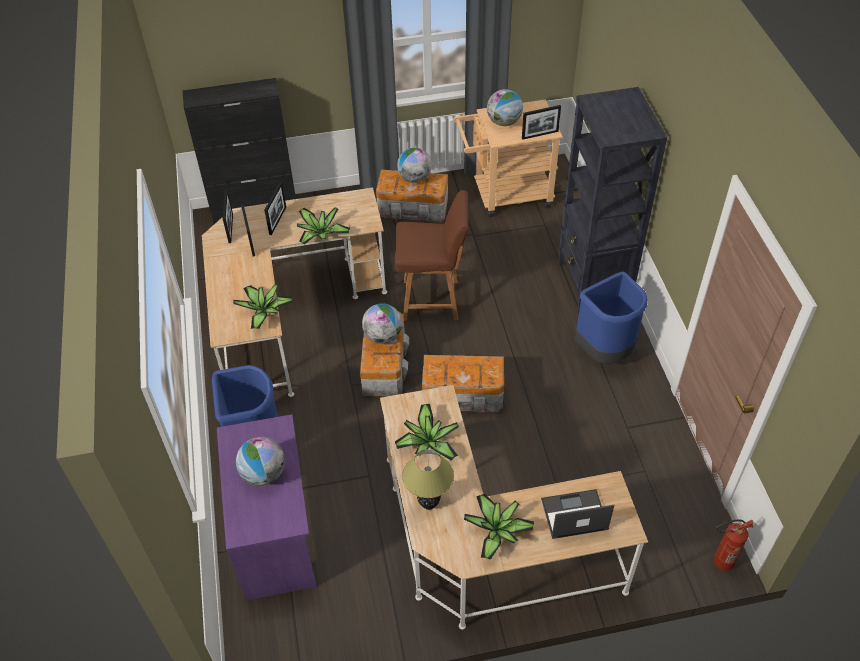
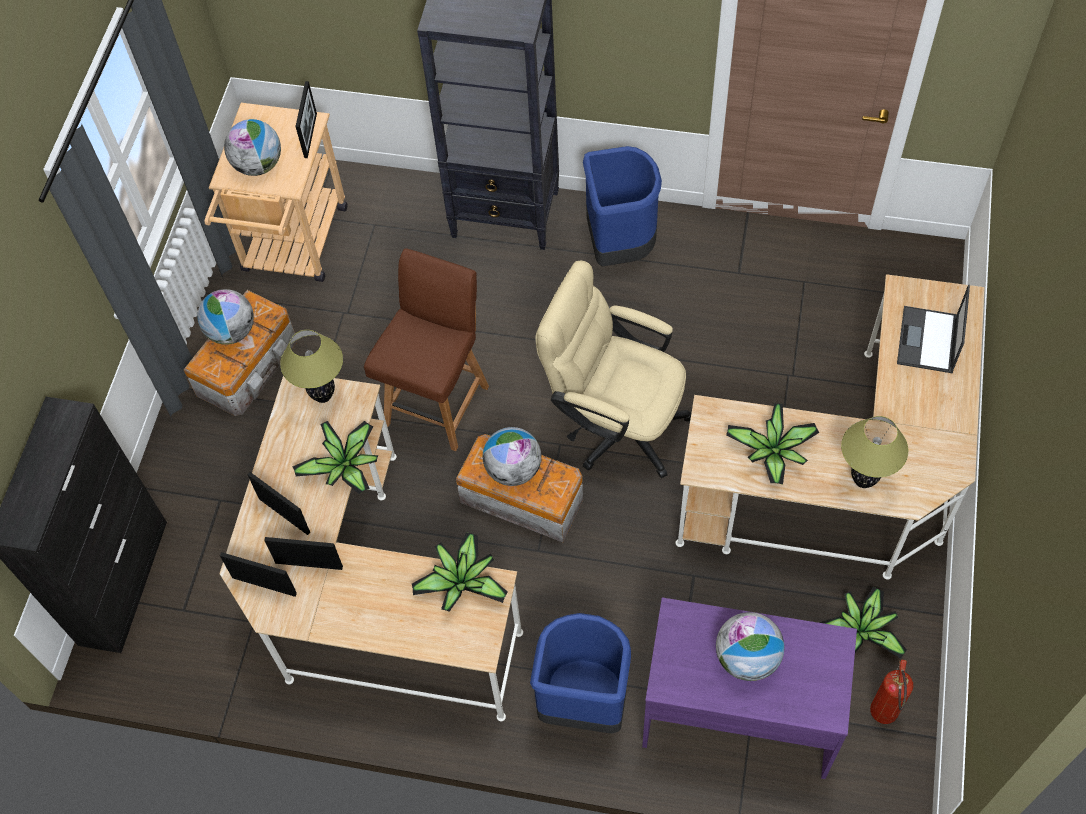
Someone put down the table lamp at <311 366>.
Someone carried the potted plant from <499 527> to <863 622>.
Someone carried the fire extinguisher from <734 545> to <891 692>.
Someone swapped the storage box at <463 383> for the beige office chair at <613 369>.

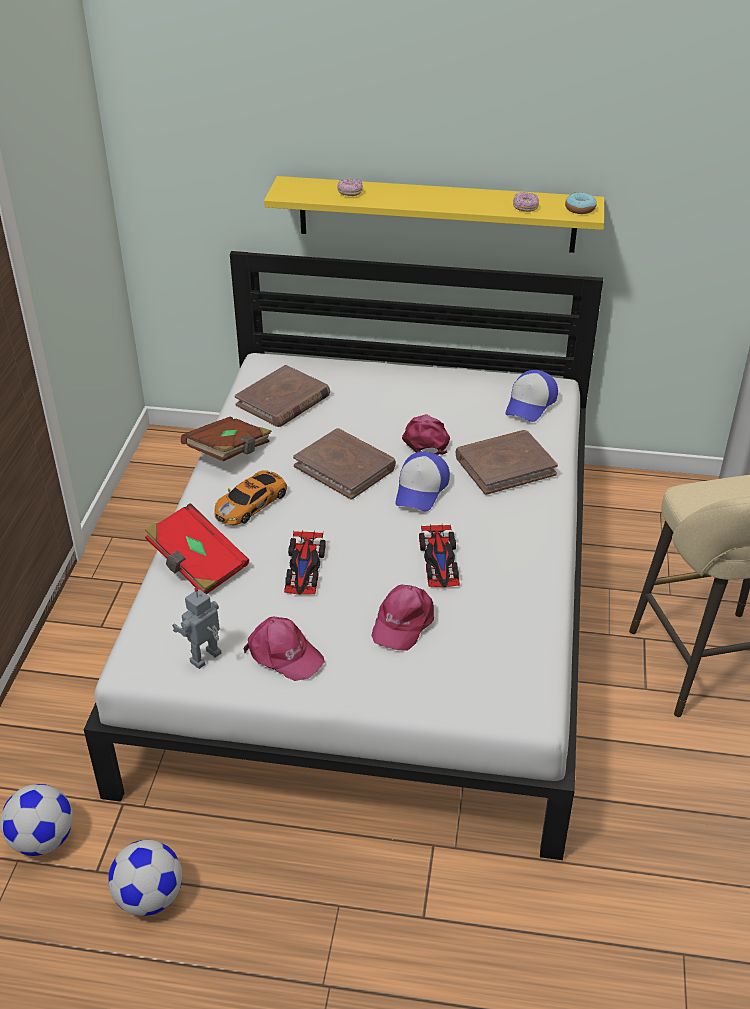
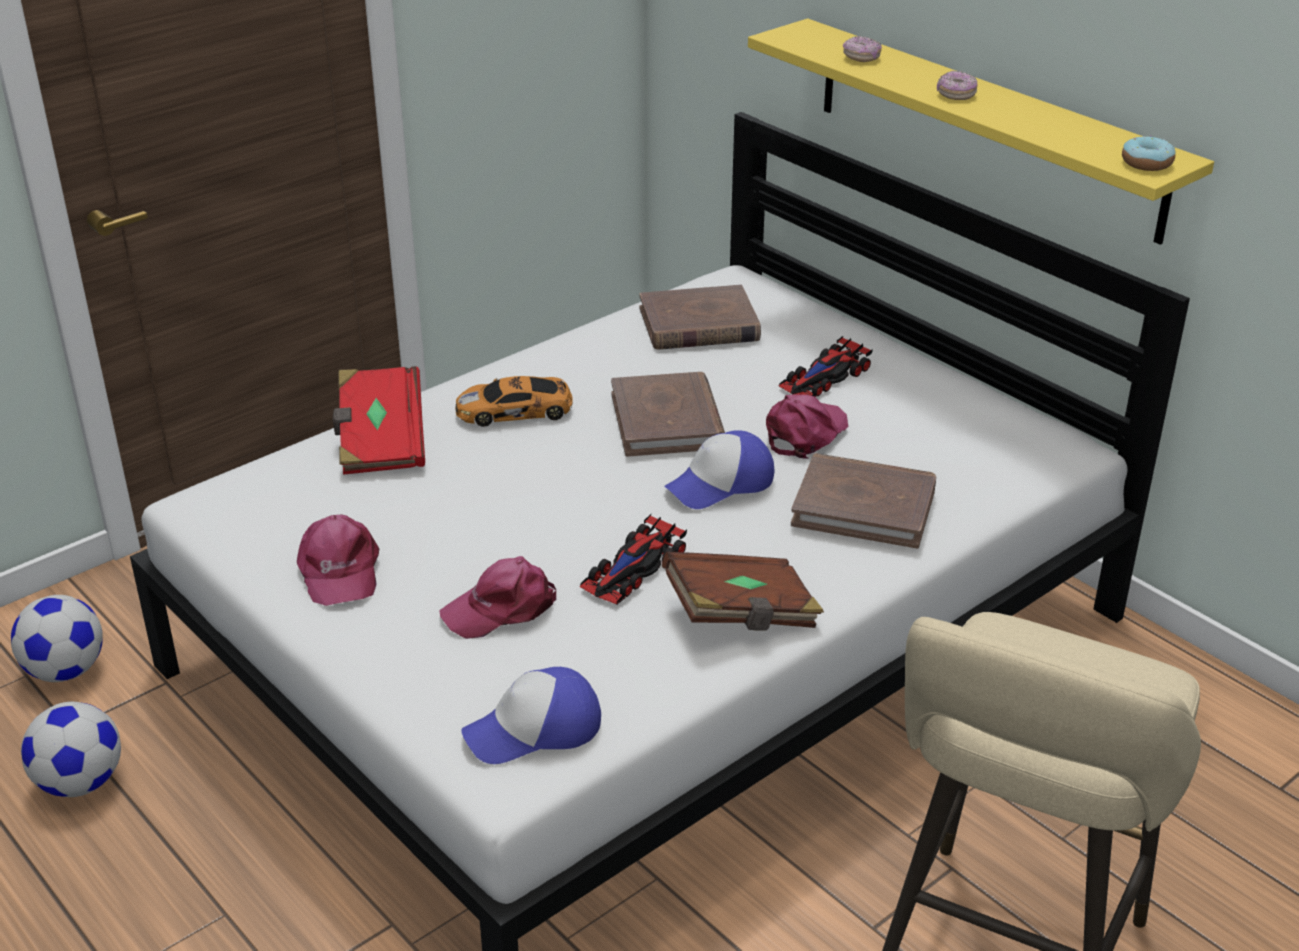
Someone took away the toy robot at <196 628>.
Someone carried the brown book from <226 439> to <743 591>.
Someone carried the toy car from <305 562> to <826 366>.
Someone carried the cap from <531 396> to <531 715>.
Someone carried the donut from <526 202> to <957 85>.

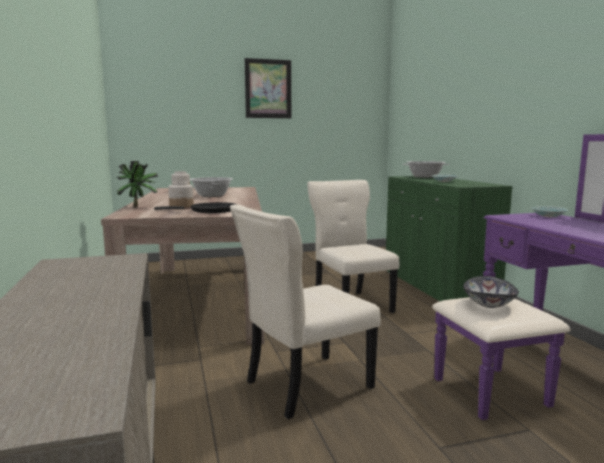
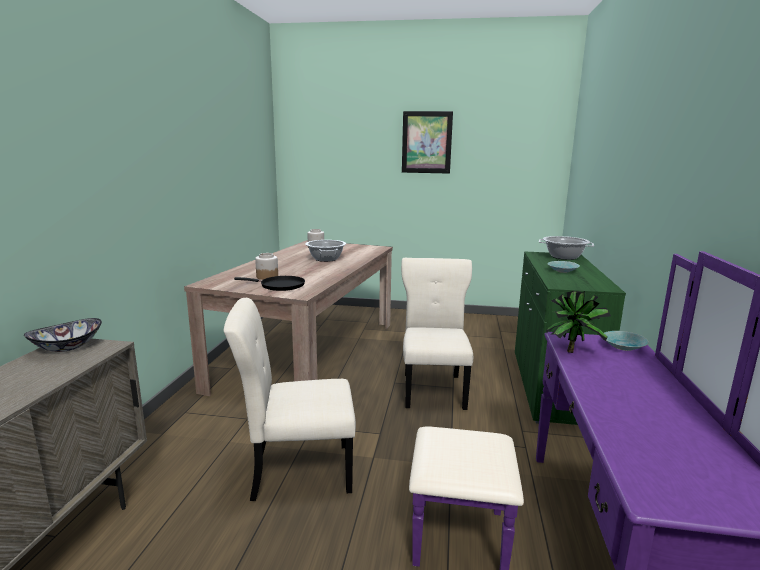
Someone carried the potted plant from <136 184> to <578 322>.
Someone carried the bowl from <491 292> to <63 335>.

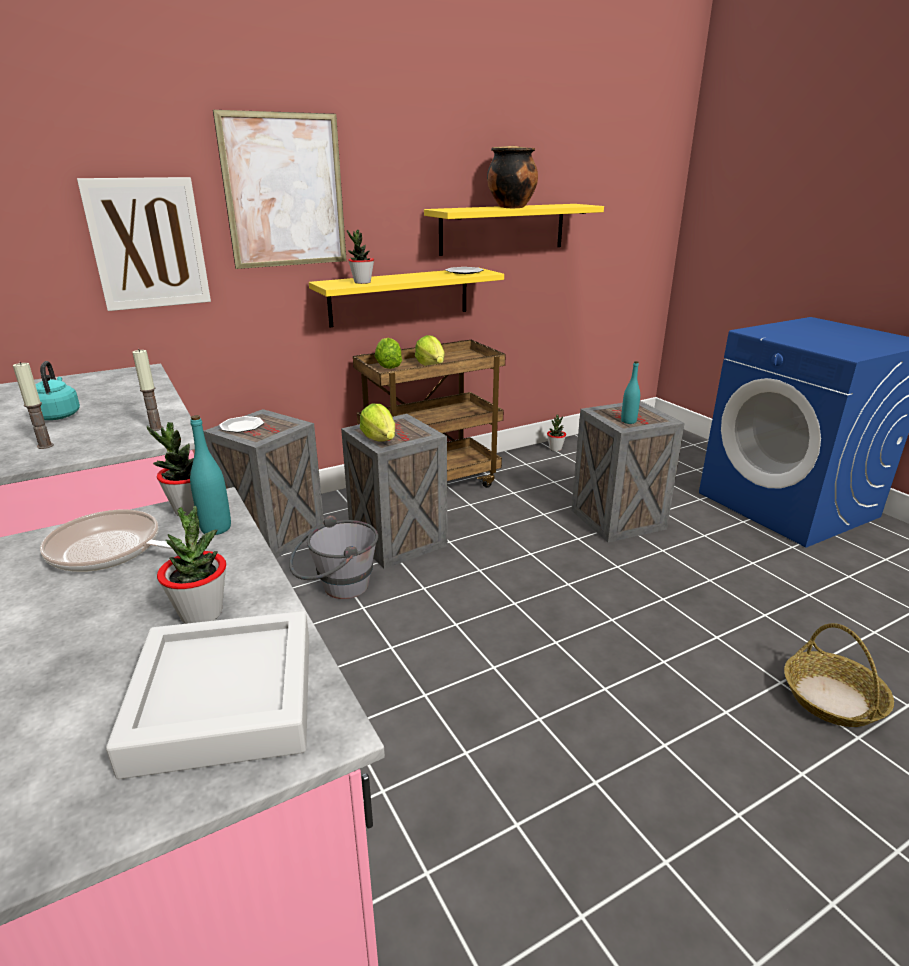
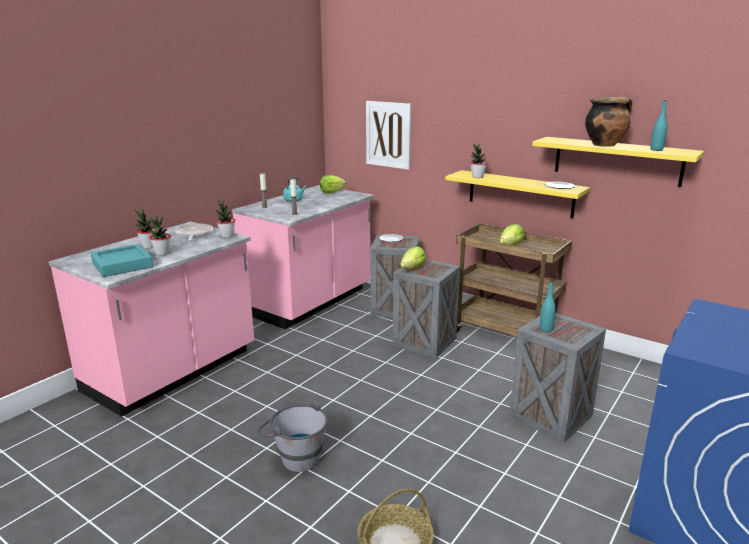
Someone took away the picture at <280 189>.
Someone carried the turquoise bottle from <210 475> to <658 125>.
Someone carried the grey bucket from <333 557> to <292 436>.
Someone carried the lettuce from <388 353> to <333 184>.
Someone carried the potted plant from <556 433> to <146 228>.
Someone repainted the grey tray at <207 695>, which became the turquoise tray at <122 260>.

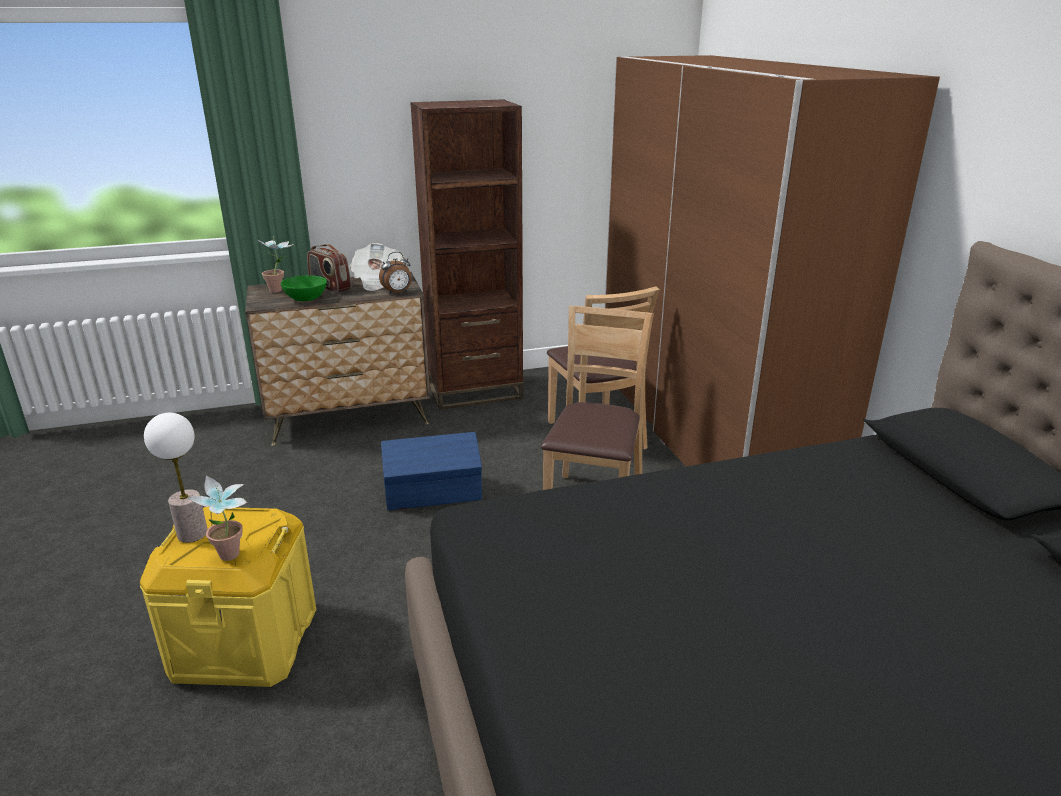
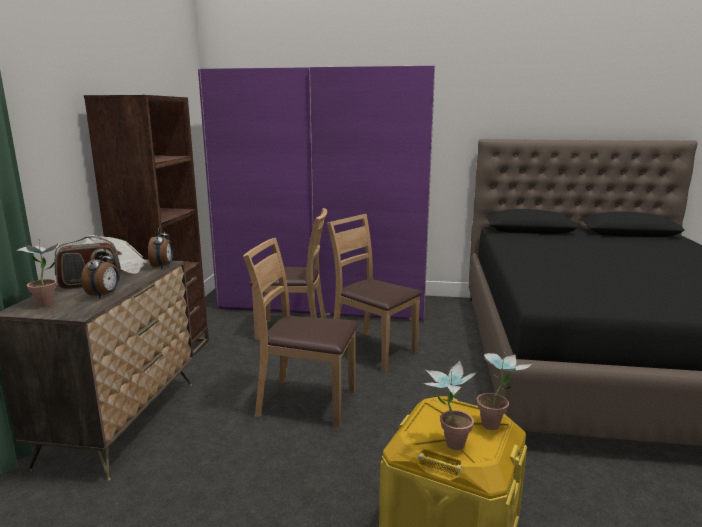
Someone swapped the table lamp at <176 478> for the potted plant at <450 405>.
Someone swapped the green bowl at <304 288> for the alarm clock at <100 273>.
Someone swapped the blue storage box at <431 471> for the brown chair at <300 332>.
Someone repainted the brown wardrobe at <772 260>, which became the purple wardrobe at <316 193>.

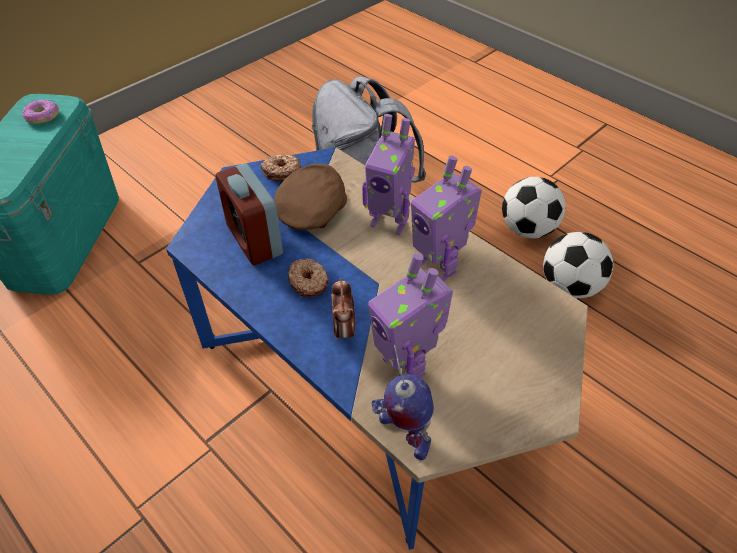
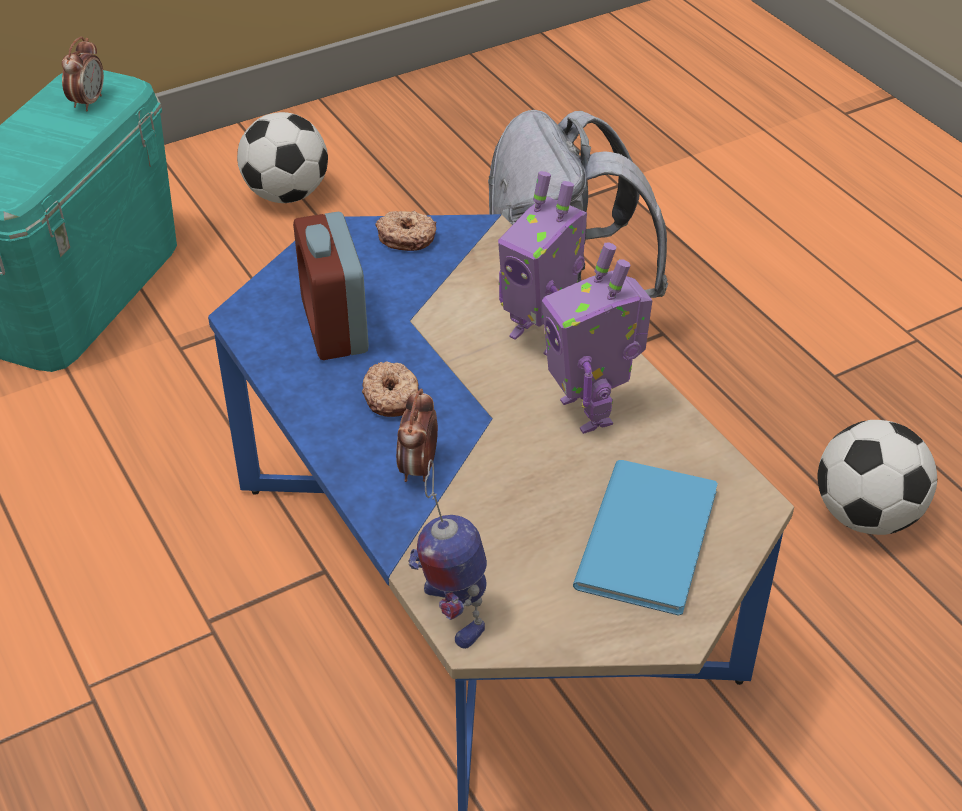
Someone took away the brown cap at <310 197>.
Someone took away the toy robot at <410 315>.
Someone put down the blue book at <645 538>.
Someone carried the football from <534 207> to <282 157>.
Someone swapped the donut at <40 111> for the alarm clock at <83 74>.

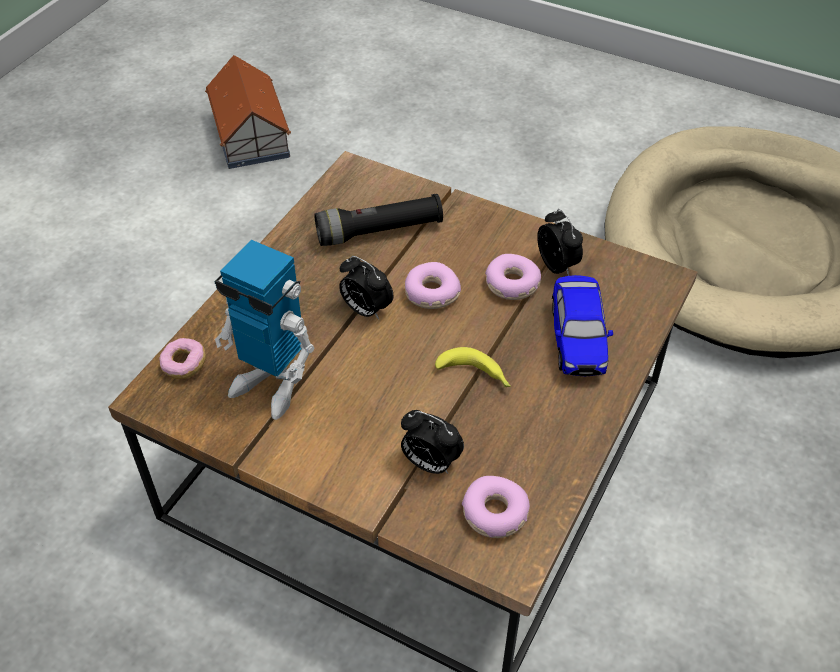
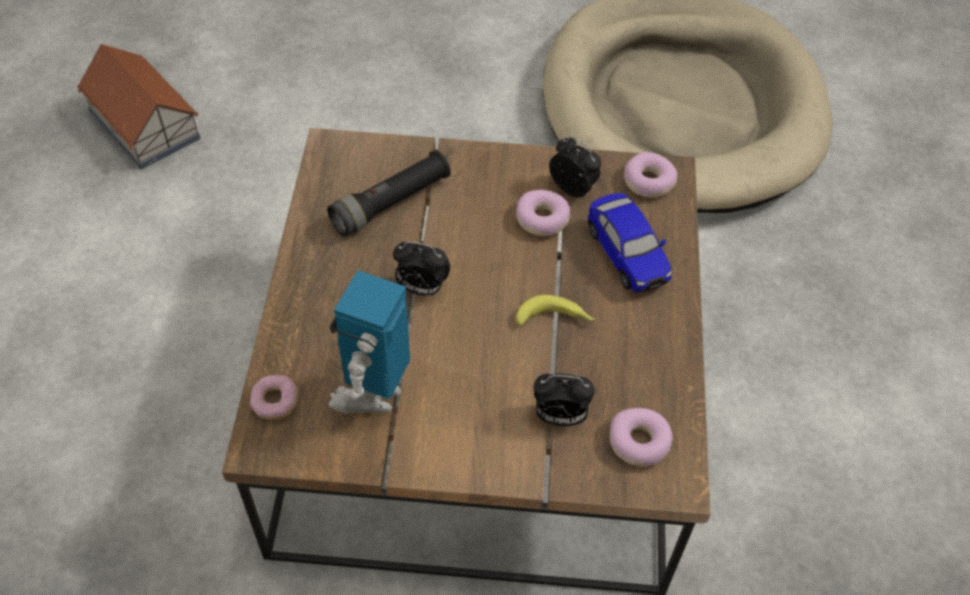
Someone carried the donut from <433 285> to <650 175>.
Someone rotated the toy robot at <264 330> by 105 degrees clockwise.

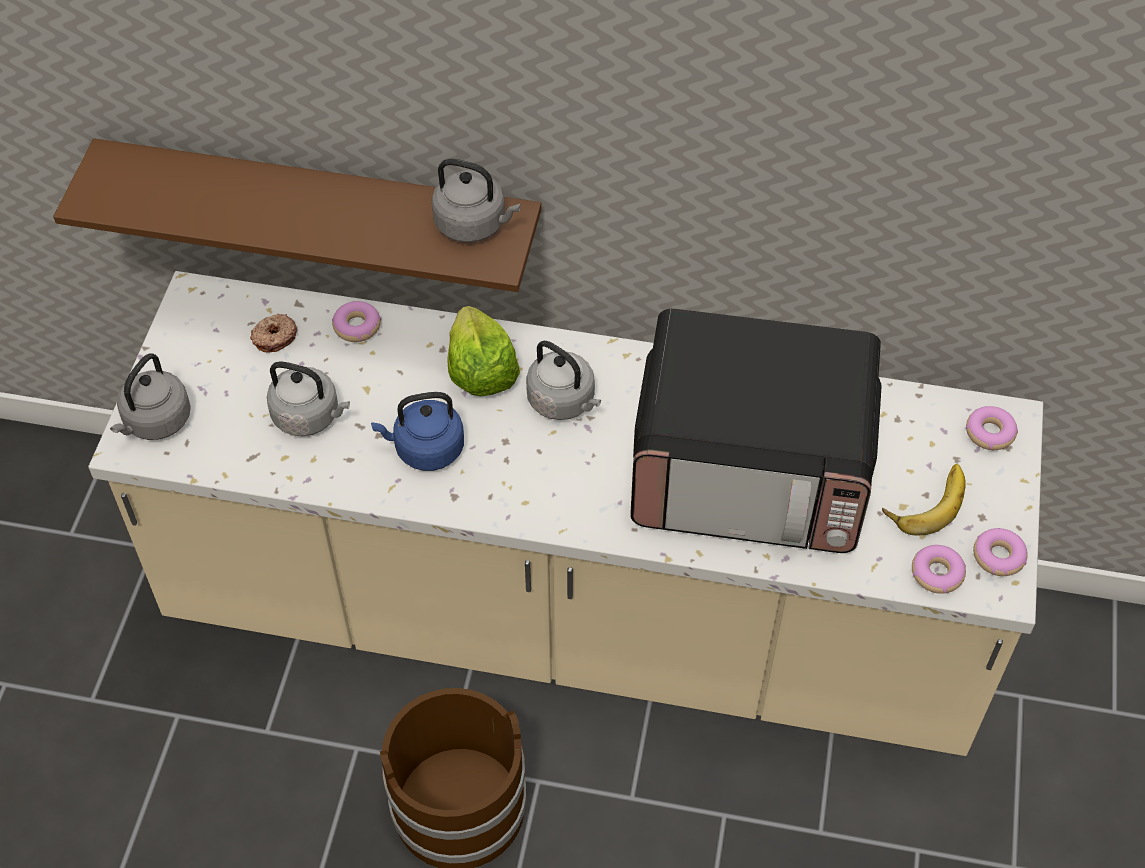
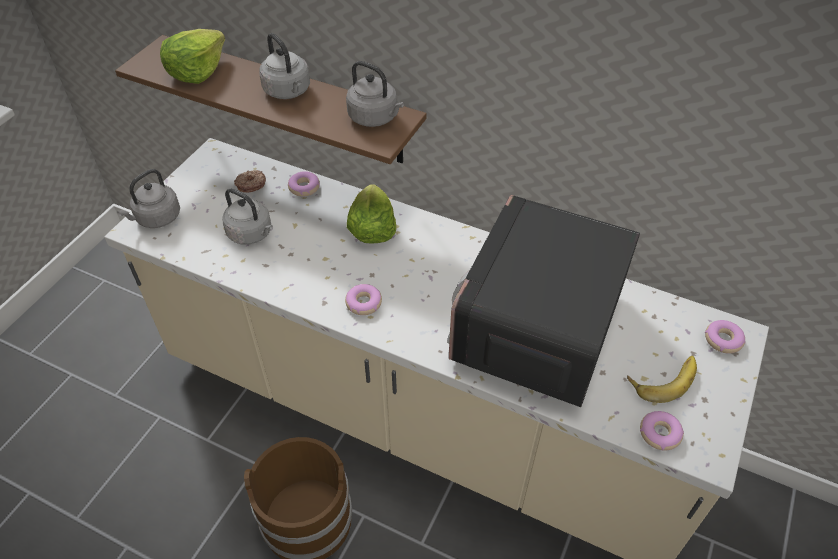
Someone took away the blue kettle at <417 431>.
Someone put down the lettuce at <192 56>.
Someone carried the grey kettle from <563 380> to <284 66>.
Someone carried the donut from <1000 552> to <363 299>.
Someone rotated the microwave at <755 431> by 90 degrees clockwise.

